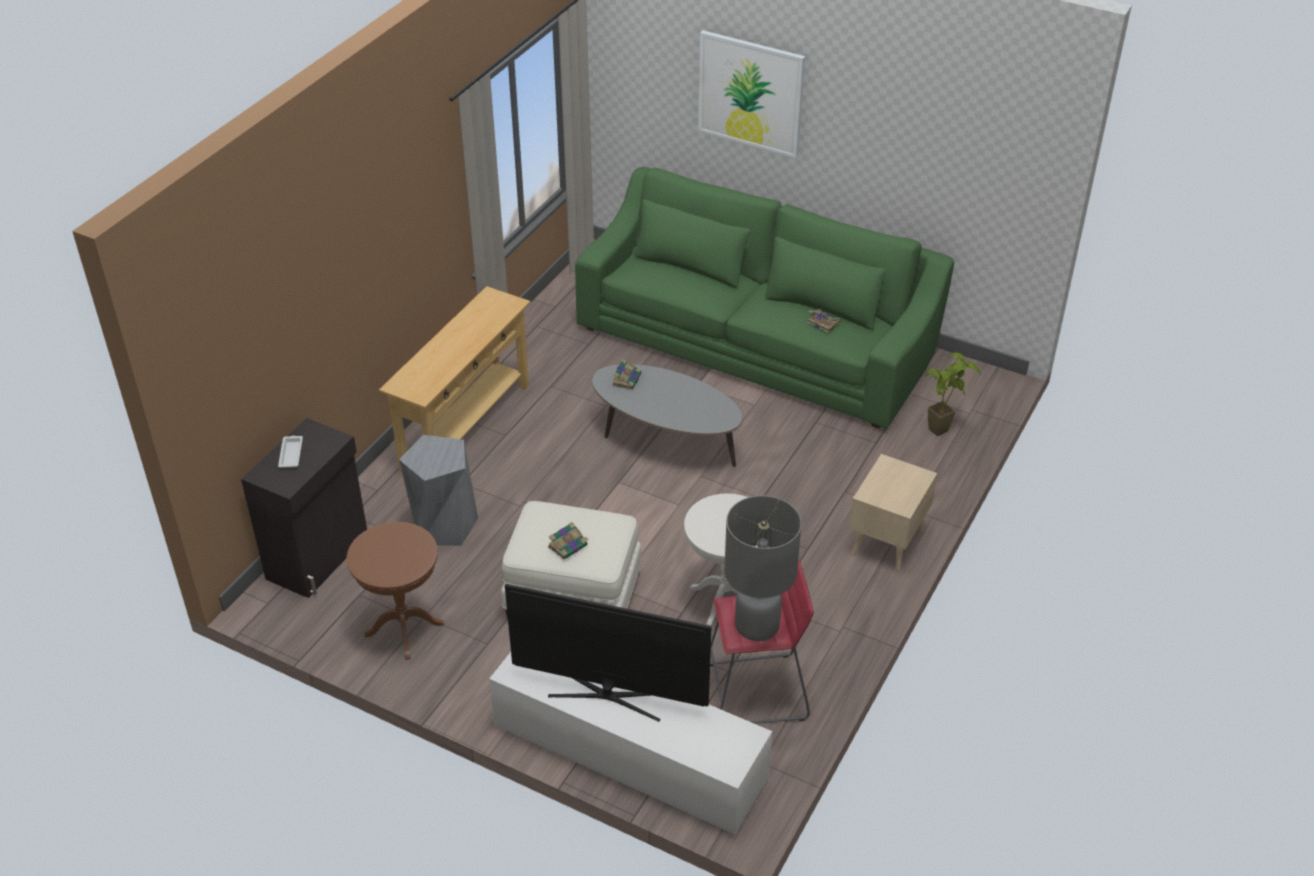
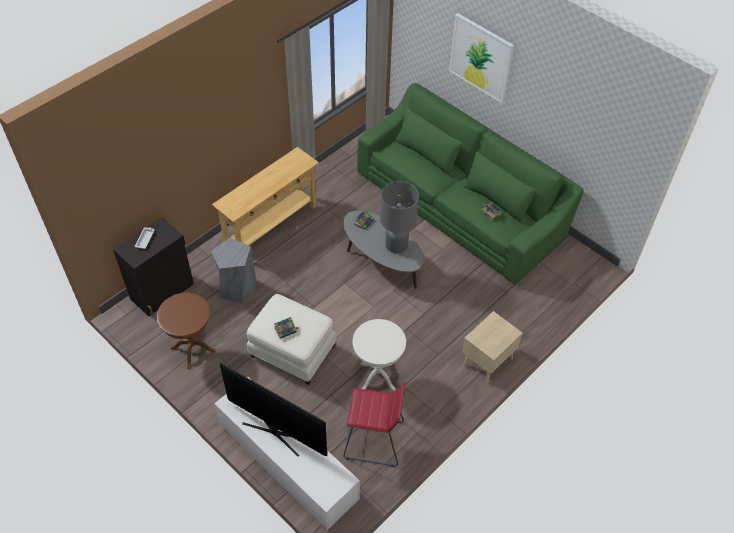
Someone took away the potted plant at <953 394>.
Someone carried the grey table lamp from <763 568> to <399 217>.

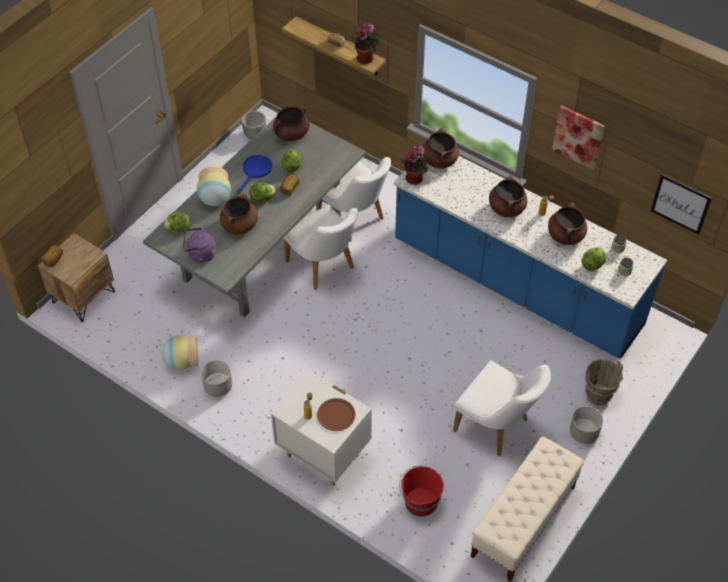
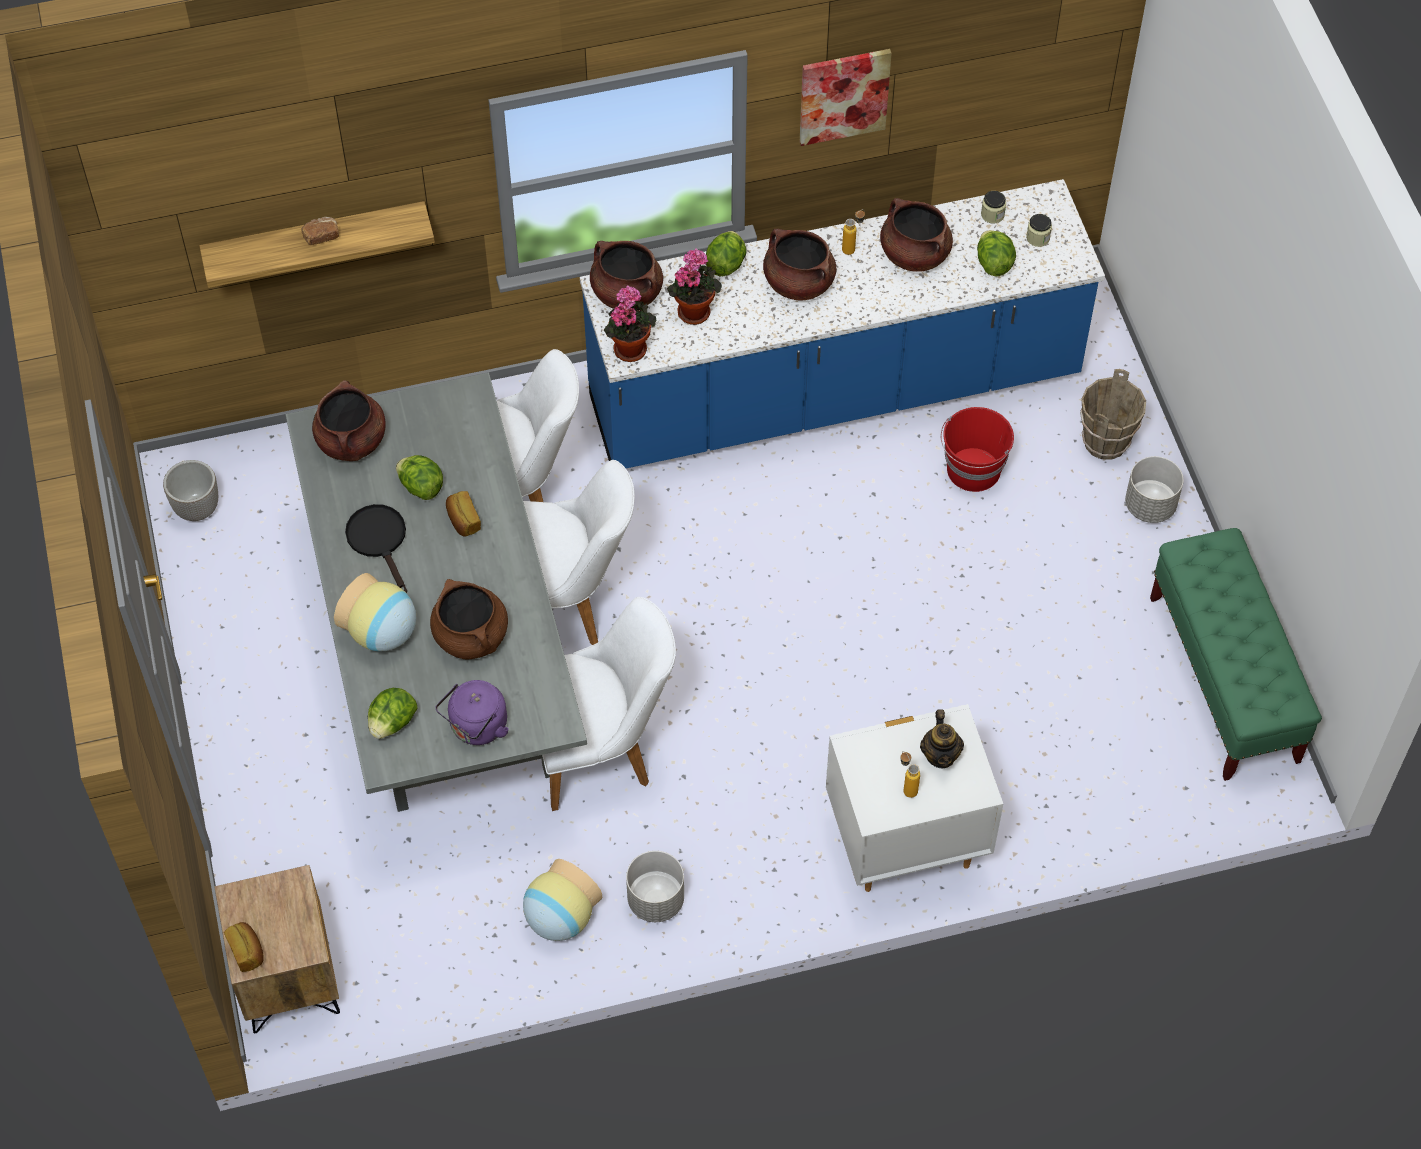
Someone took away the picture at <681 204>.
Someone carried the lettuce from <262 192> to <726 253>.
Someone carried the potted plant from <365 43> to <694 286>.
Someone carried the red bucket from <421 490> to <977 449>.
Someone carried the white chair from <502 408> to <609 704>.
Someone swapped the brown plate at <336 414> for the teapot at <942 738>.
Someone repainted the blue frying pan at <254 174>, which became the black frying pan at <376 548>.
Someone repainted the beige bench at <527 509>, which became the green bench at <1236 654>.

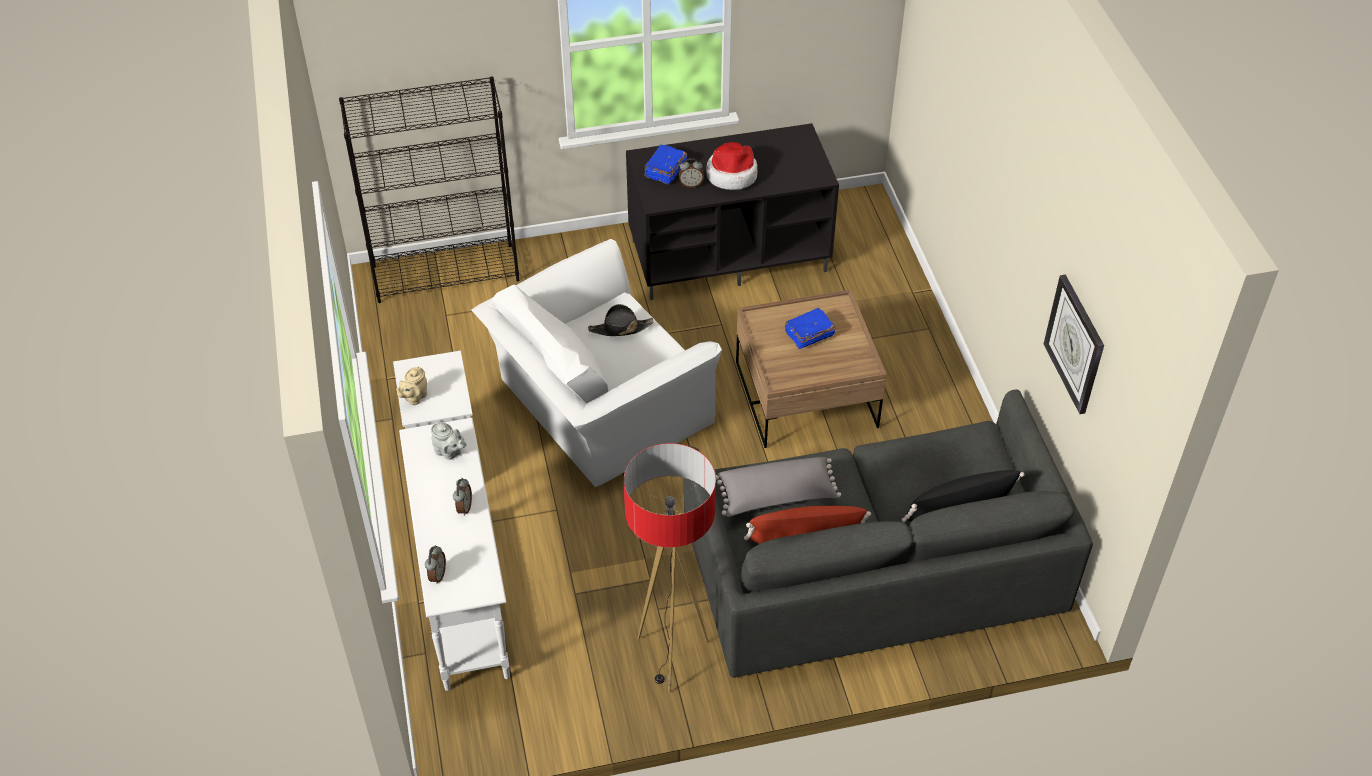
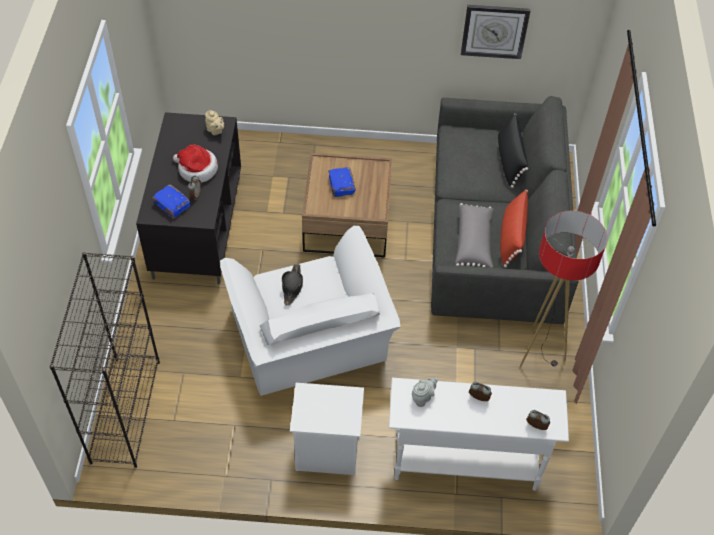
Someone carried the beige teapot from <411 386> to <214 123>.

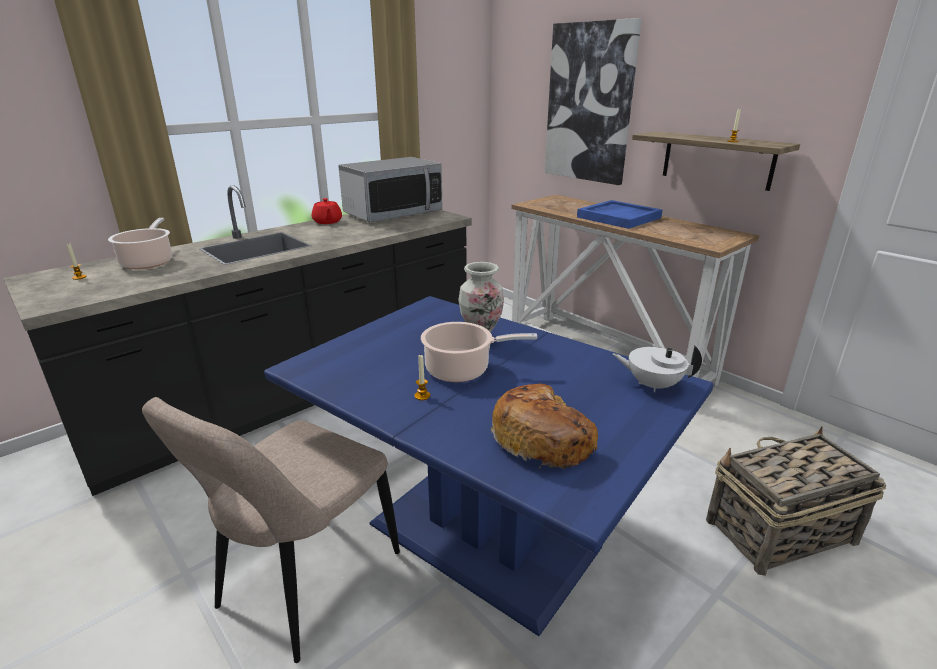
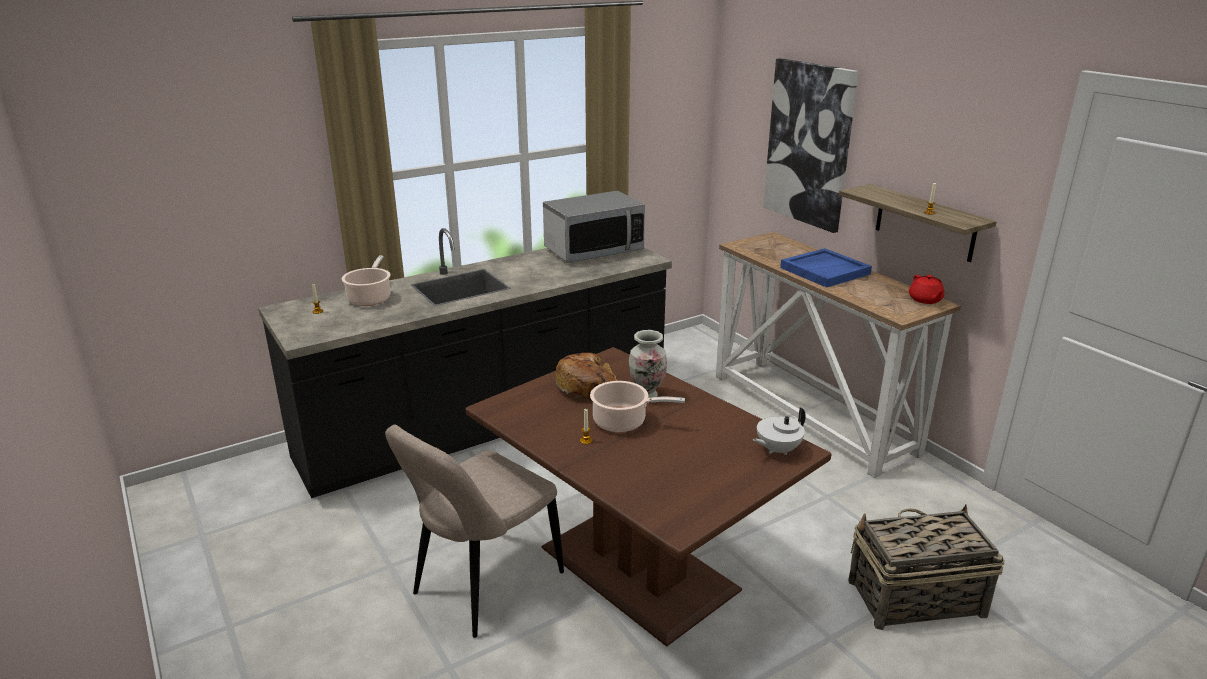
Someone carried the red teapot from <327 211> to <927 289>.
Someone carried the bread from <544 426> to <586 377>.
Someone repainted the blue dining table at <488 466>, which became the brown dining table at <648 497>.
Someone rotated the white teapot at <657 368> by 60 degrees counterclockwise.

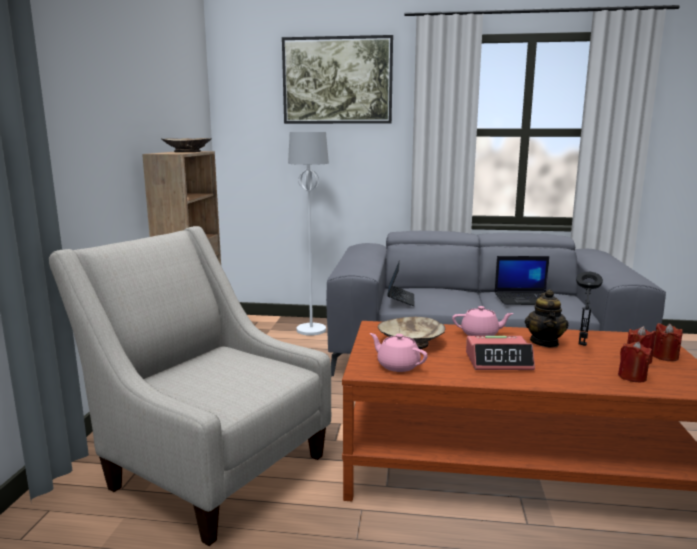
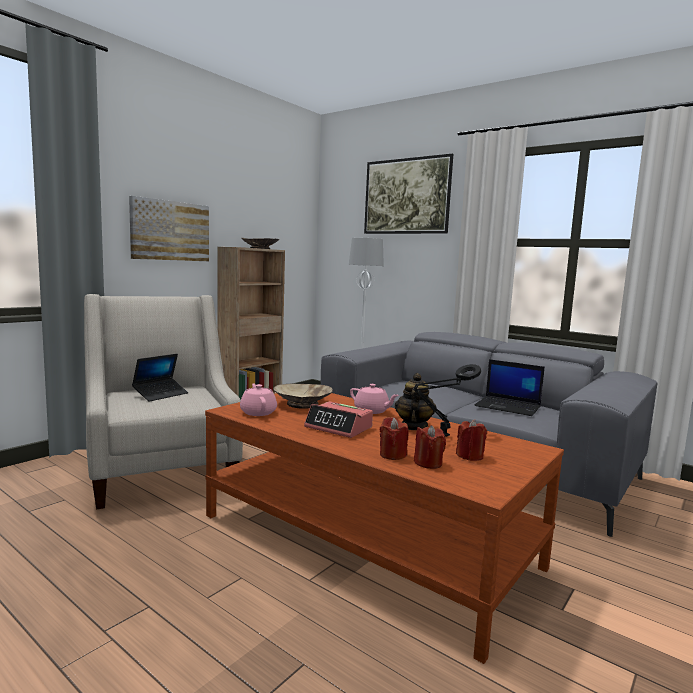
Someone put up the picture at <169 228>.
Someone carried the laptop from <401 283> to <160 378>.
Someone carried the red candle from <668 342> to <394 438>.
Someone rotated the teapot at <547 318> by 150 degrees clockwise.

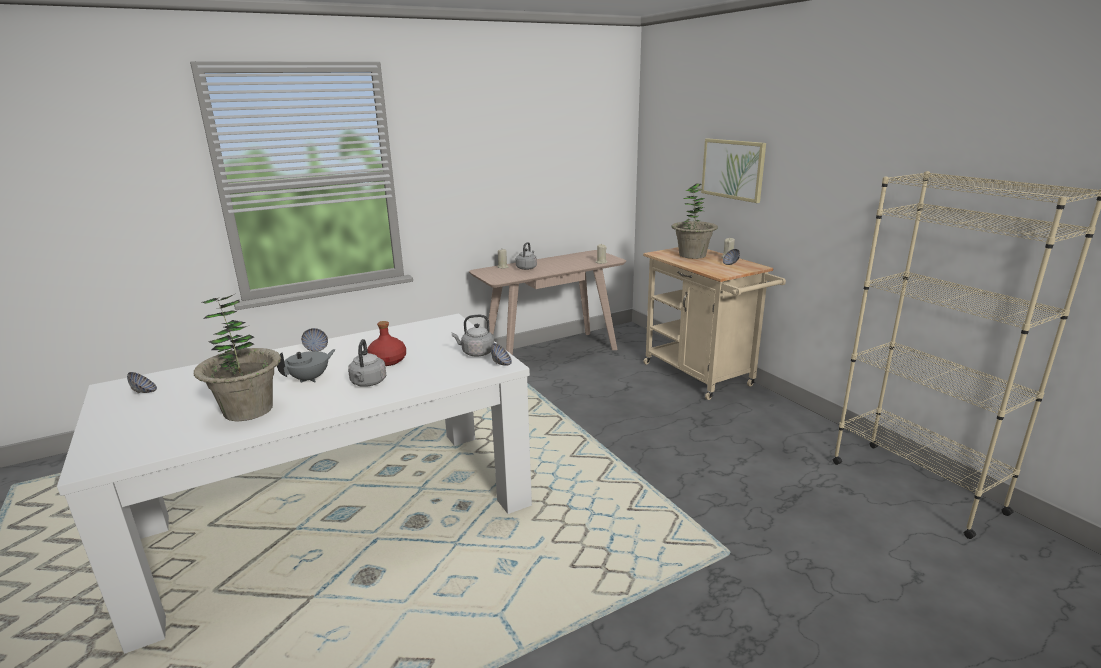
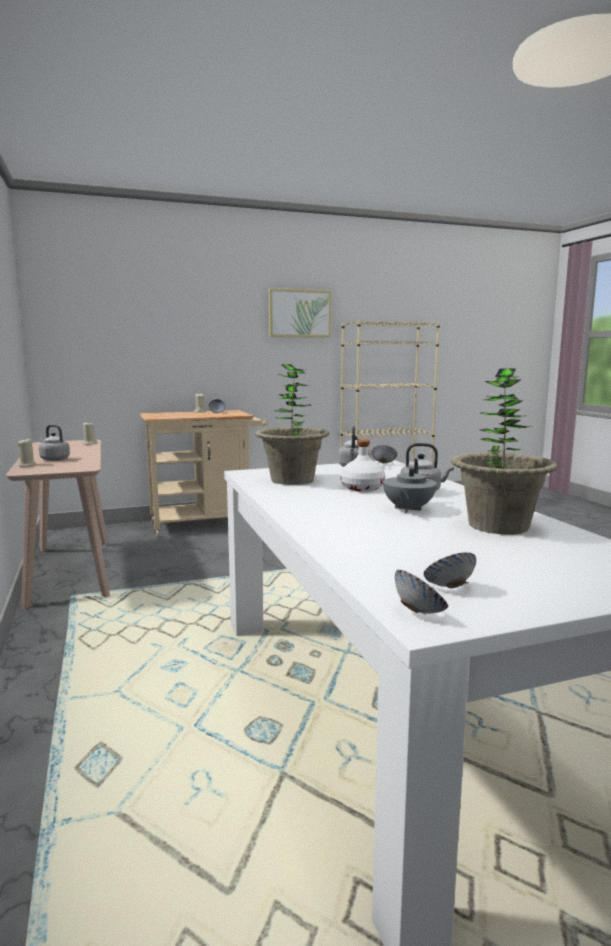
Someone carried the bowl from <314 339> to <421 592>.
Someone carried the potted plant from <694 221> to <292 424>.
Someone carried the picture from <733 171> to <300 313>.
Someone repainted the red bottle at <386 343>, which became the white bottle at <363 465>.
Someone rotated the grey teapot at <306 366> by 120 degrees counterclockwise.

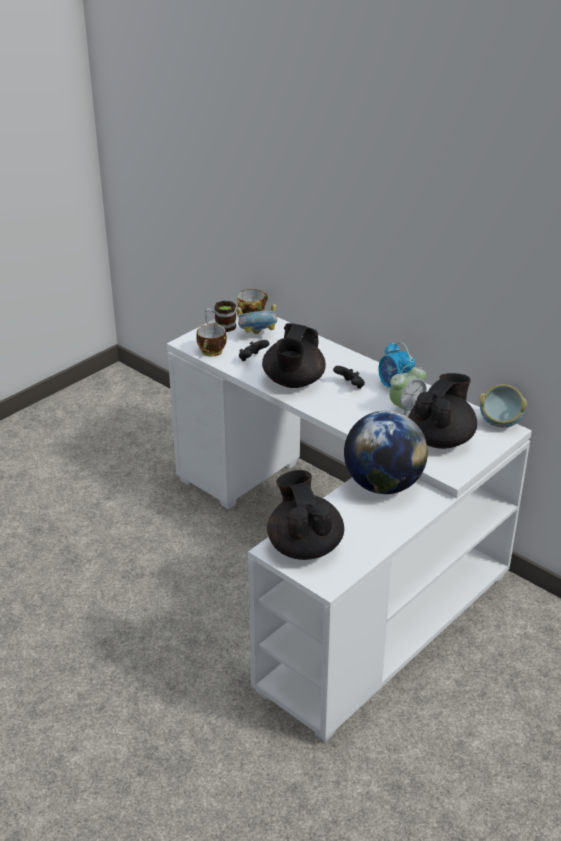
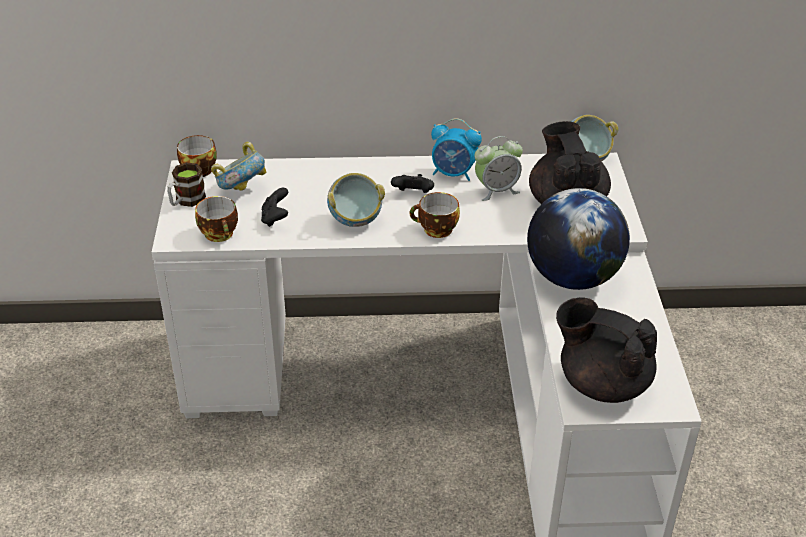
Someone put down the cup at <434 215>.
Someone swapped the black teapot at <294 355> for the bowl at <356 200>.
Someone rotated the alarm clock at <408 390> by 60 degrees clockwise.

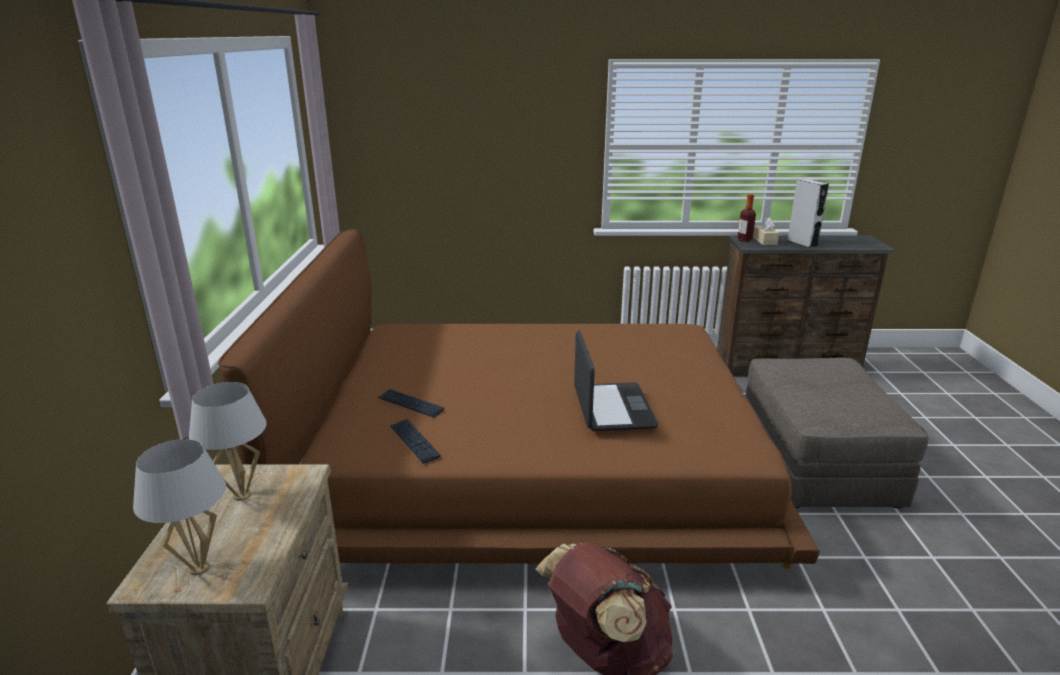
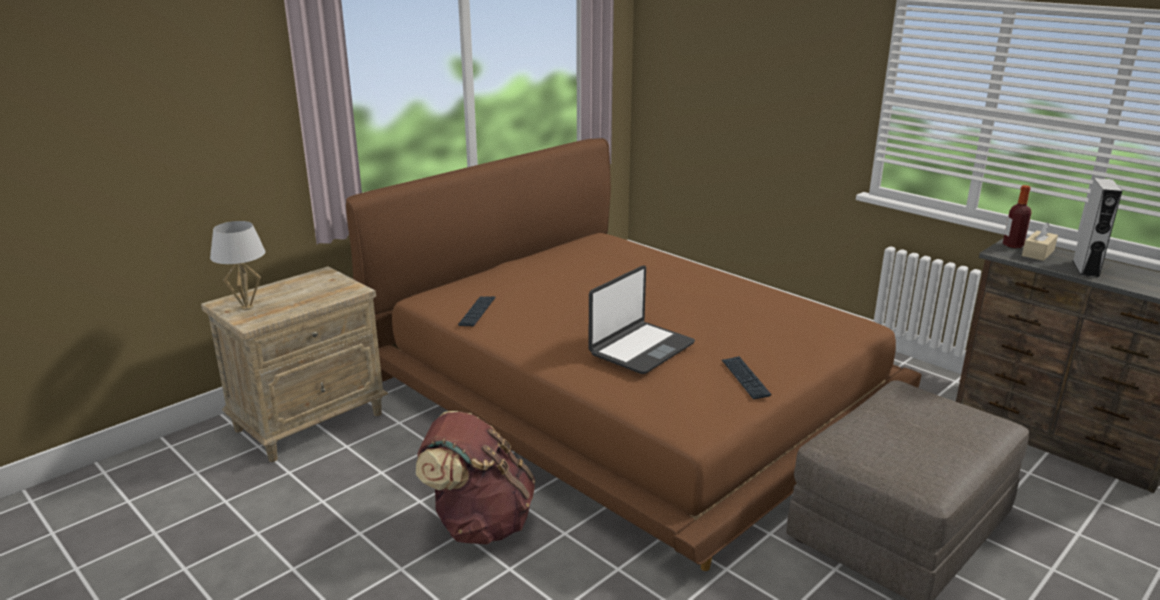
Someone took away the white table lamp at <228 441>.
Someone carried the keyboard from <411 403> to <746 377>.

